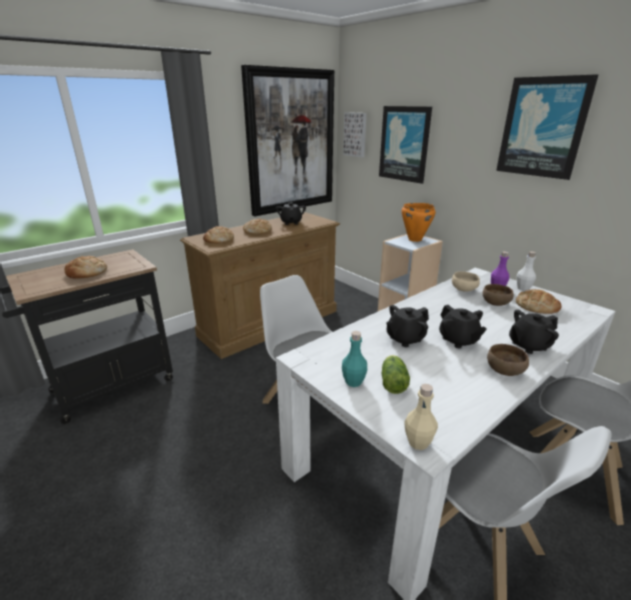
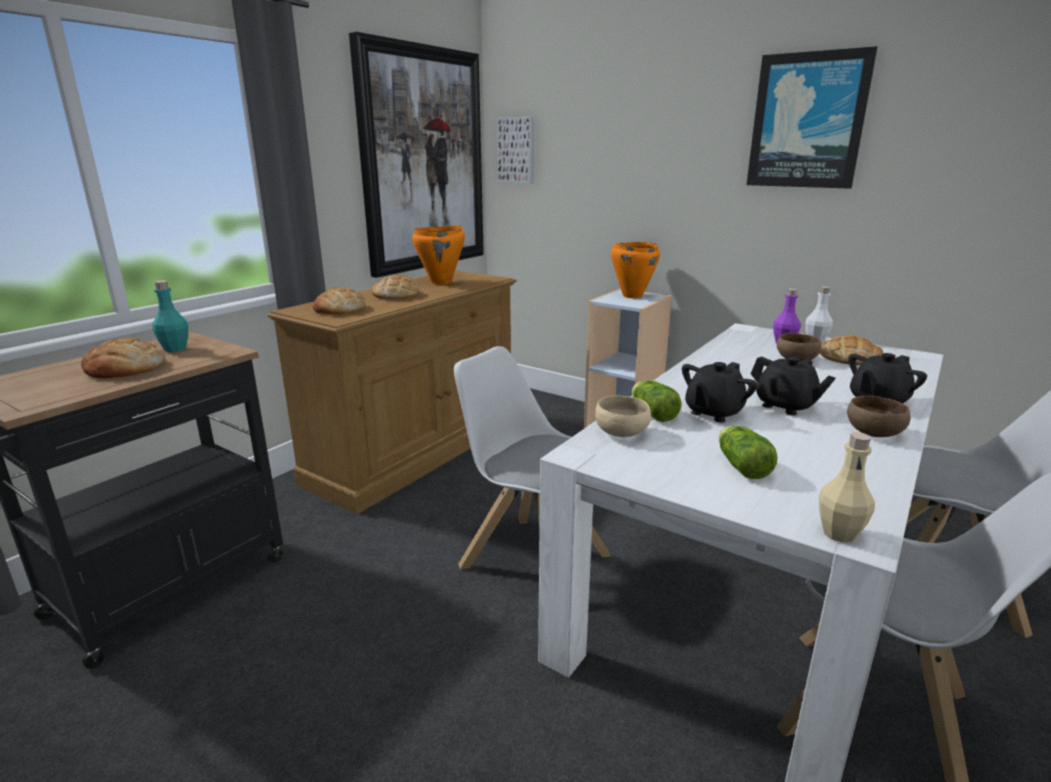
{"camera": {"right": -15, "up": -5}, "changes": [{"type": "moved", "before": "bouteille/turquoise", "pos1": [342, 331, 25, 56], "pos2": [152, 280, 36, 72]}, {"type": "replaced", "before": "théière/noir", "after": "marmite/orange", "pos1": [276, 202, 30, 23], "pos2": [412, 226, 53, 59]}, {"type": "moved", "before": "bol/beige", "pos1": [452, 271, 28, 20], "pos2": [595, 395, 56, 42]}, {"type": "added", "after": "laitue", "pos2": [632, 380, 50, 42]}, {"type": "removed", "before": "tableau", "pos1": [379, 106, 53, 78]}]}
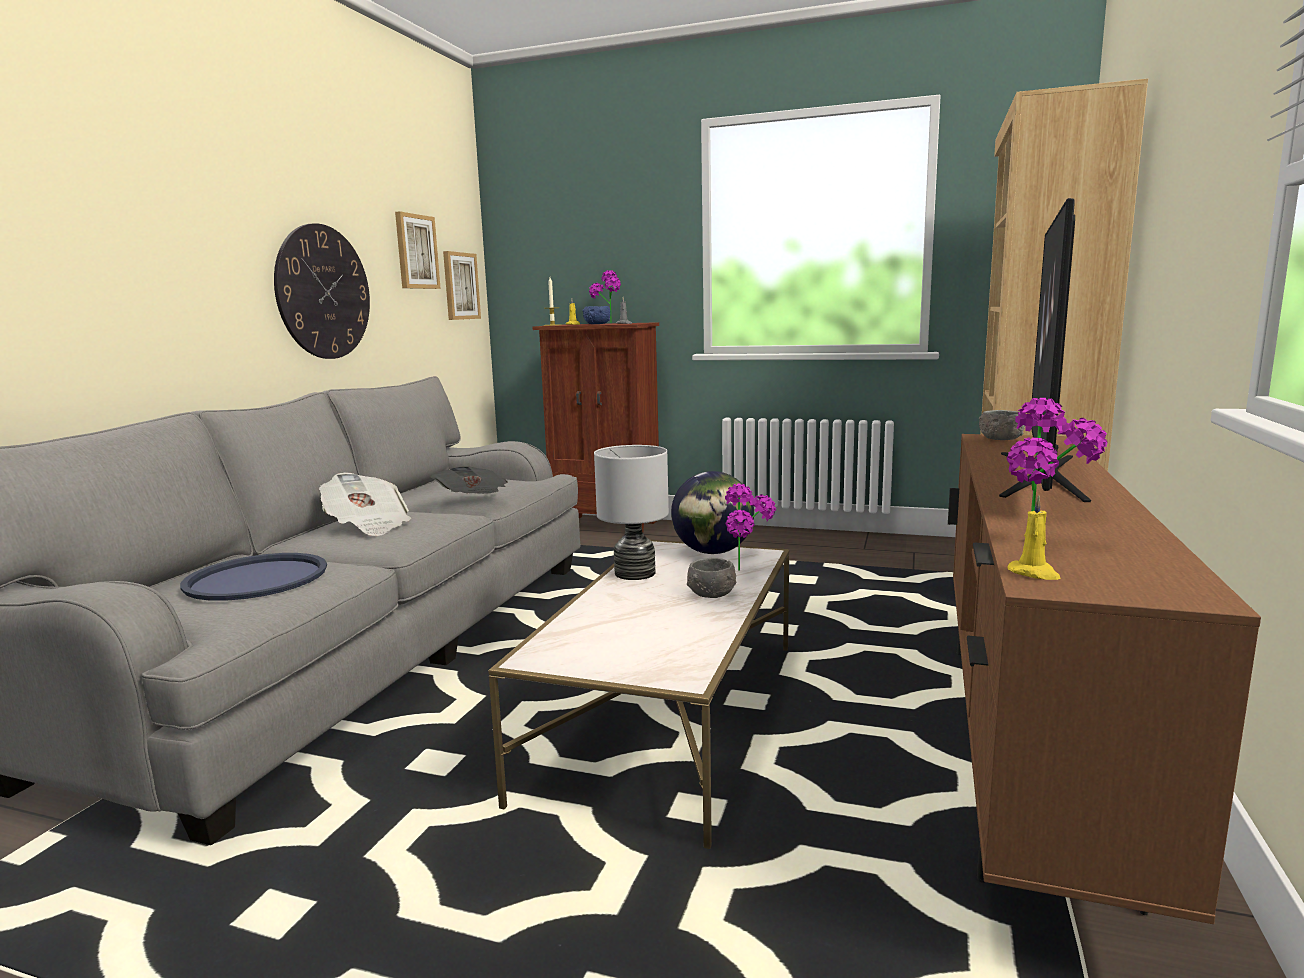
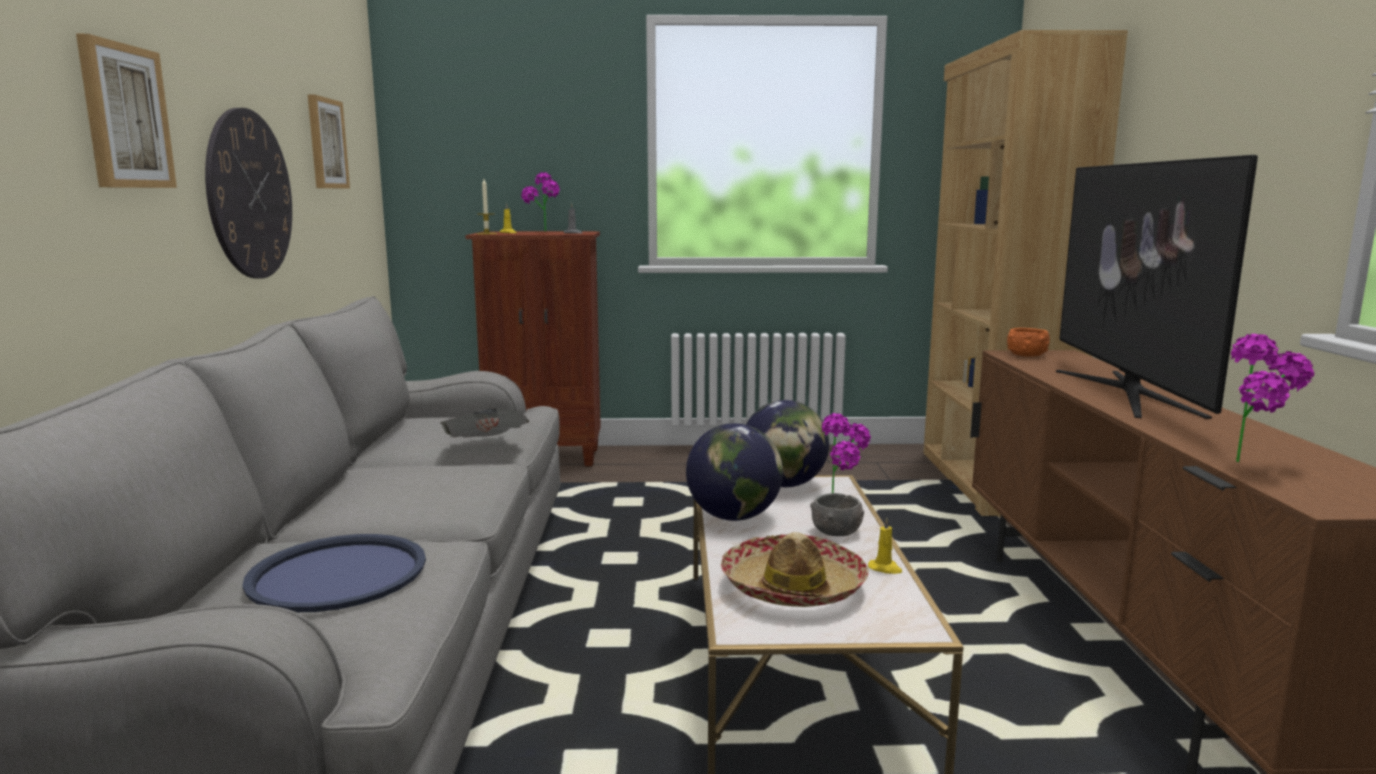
{"camera": {"right": -20, "up": 0}, "changes": [{"type": "moved", "before": "tableau", "pos1": [443, 251, 38, 69], "pos2": [76, 34, 101, 154]}, {"type": "replaced", "before": "lampe de table/gris", "after": "globe", "pos1": [594, 445, 75, 135], "pos2": [686, 423, 97, 98]}, {"type": "added", "after": "chapeau", "pos2": [721, 532, 148, 75]}, {"type": "moved", "before": "bougie/jaune", "pos1": [1008, 496, 52, 84], "pos2": [868, 517, 34, 57]}, {"type": "recoloured", "before": "bol/gris", "after": "bol/orange", "pos1": [979, 410, 46, 30], "pos2": [1007, 328, 43, 29]}, {"type": "removed", "before": "journal", "pos1": [319, 473, 92, 63]}, {"type": "removed", "before": "bol/bleu", "pos1": [582, 306, 29, 18]}]}
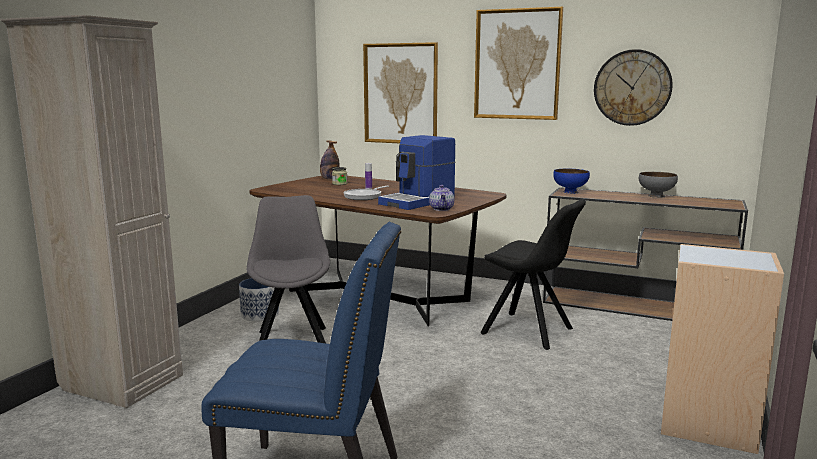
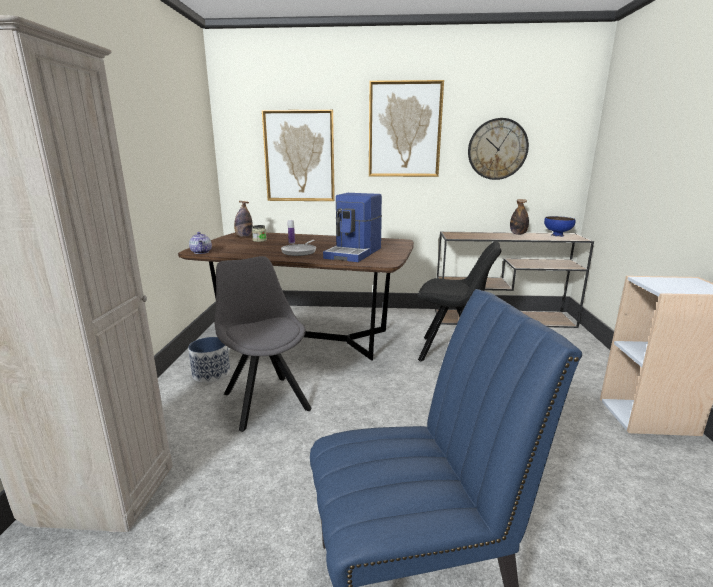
{"camera": {"right": -20, "up": 5}, "changes": [{"type": "moved", "before": "théière", "pos1": [429, 185, 25, 26], "pos2": [189, 232, 23, 22]}, {"type": "replaced", "before": "bol/gris", "after": "bouteille", "pos1": [639, 172, 39, 26], "pos2": [510, 199, 19, 36]}, {"type": "moved", "before": "bol/bleu", "pos1": [553, 169, 37, 25], "pos2": [544, 216, 32, 21]}]}
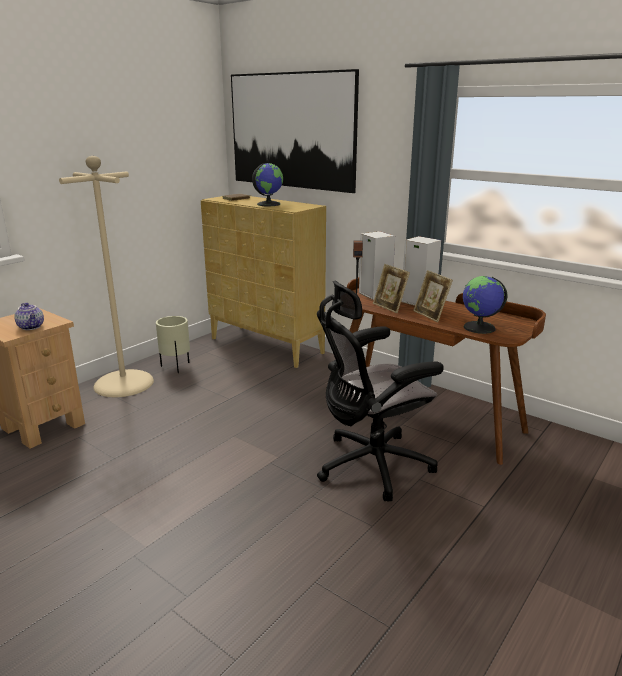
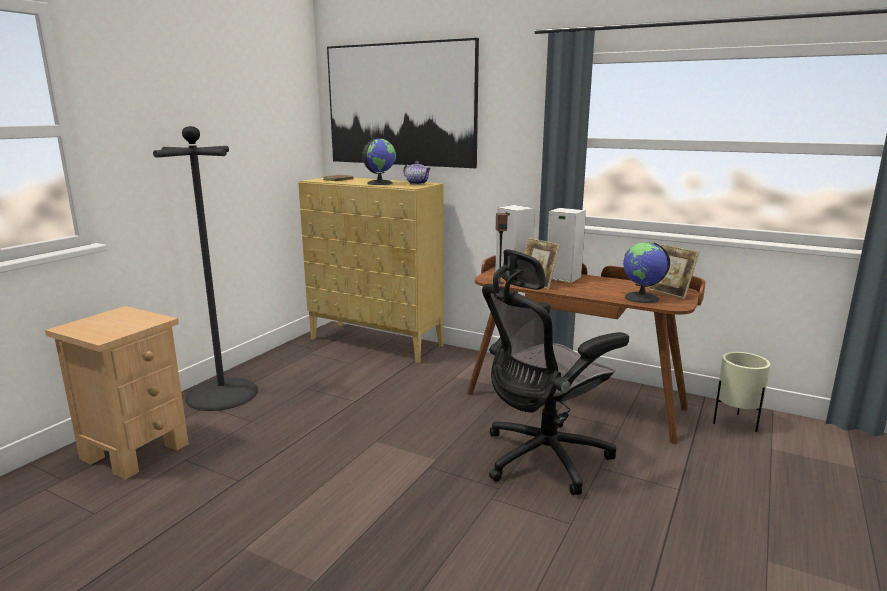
{"camera": {"right": -10, "up": -5}, "changes": [{"type": "recoloured", "before": "portant/beige", "after": "portant/noir", "pos1": [59, 156, 95, 241], "pos2": [153, 126, 105, 285]}, {"type": "moved", "before": "théière", "pos1": [14, 303, 30, 27], "pos2": [403, 161, 28, 24]}, {"type": "moved", "before": "cadre photo", "pos1": [413, 270, 40, 52], "pos2": [648, 244, 51, 55]}, {"type": "moved", "before": "cache-pot/beige", "pos1": [156, 316, 34, 57], "pos2": [713, 352, 57, 80]}]}
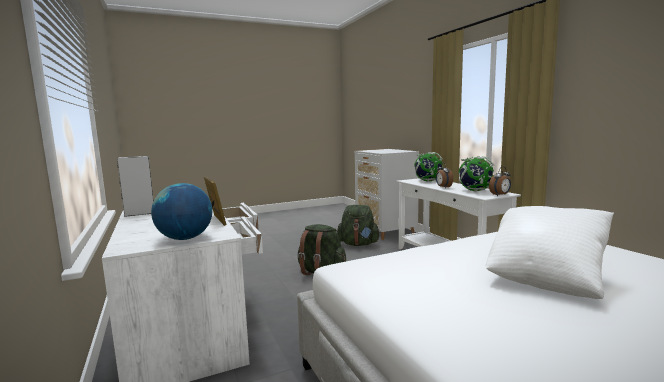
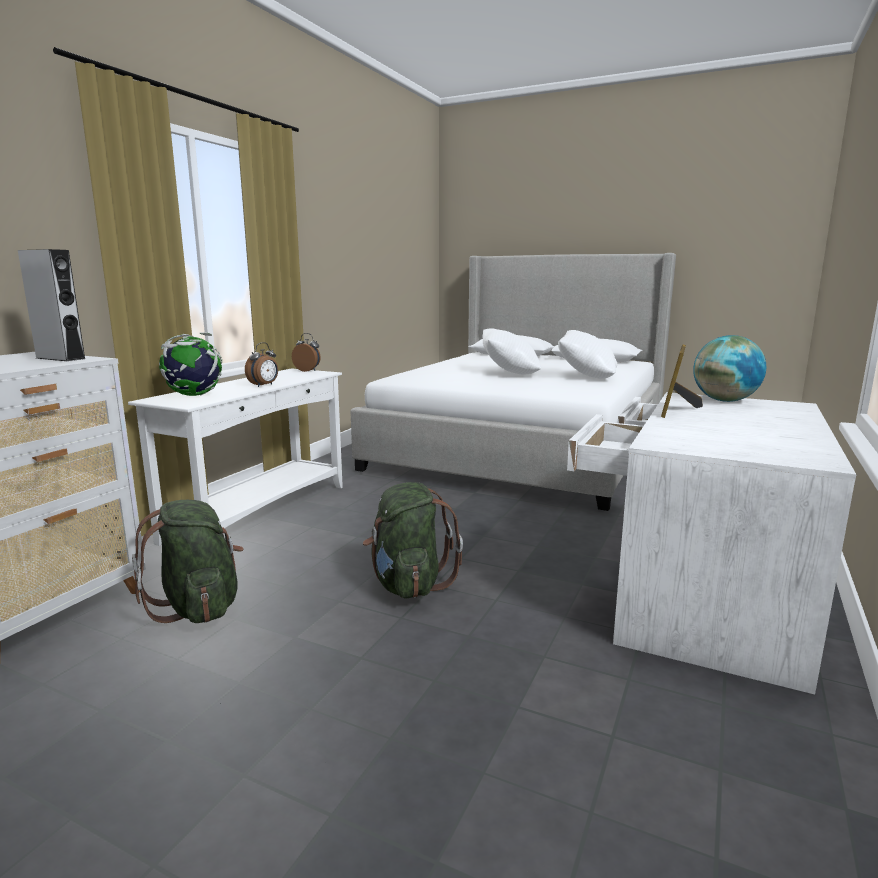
{"camera": {"right": -130, "up": 5}, "changes": [{"type": "moved", "before": "enceinte/gris", "pos1": [117, 156, 37, 61], "pos2": [18, 249, 67, 112]}, {"type": "added", "after": "coussin/blanc", "pos2": [558, 330, 59, 49]}, {"type": "removed", "before": "globe", "pos1": [458, 156, 36, 36]}]}
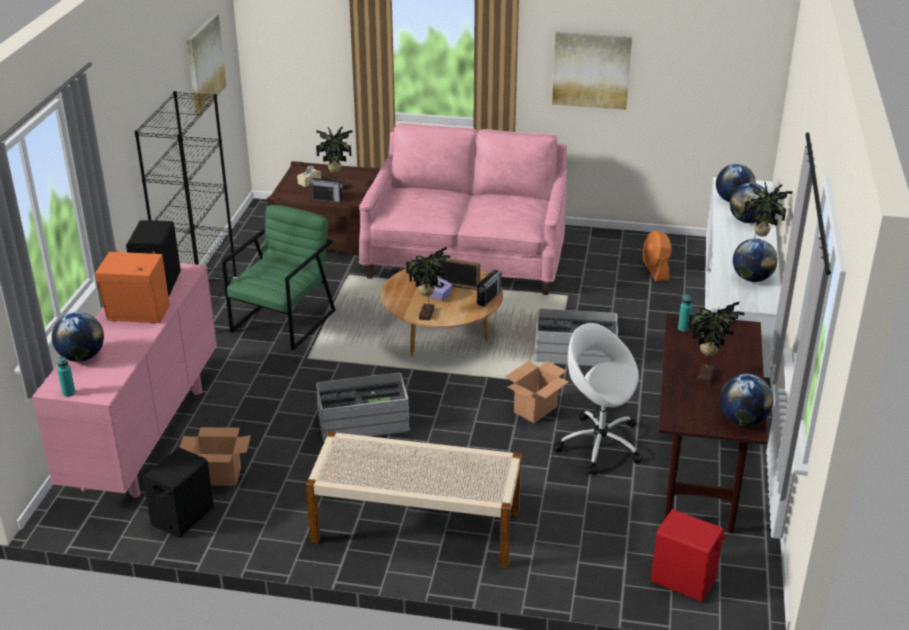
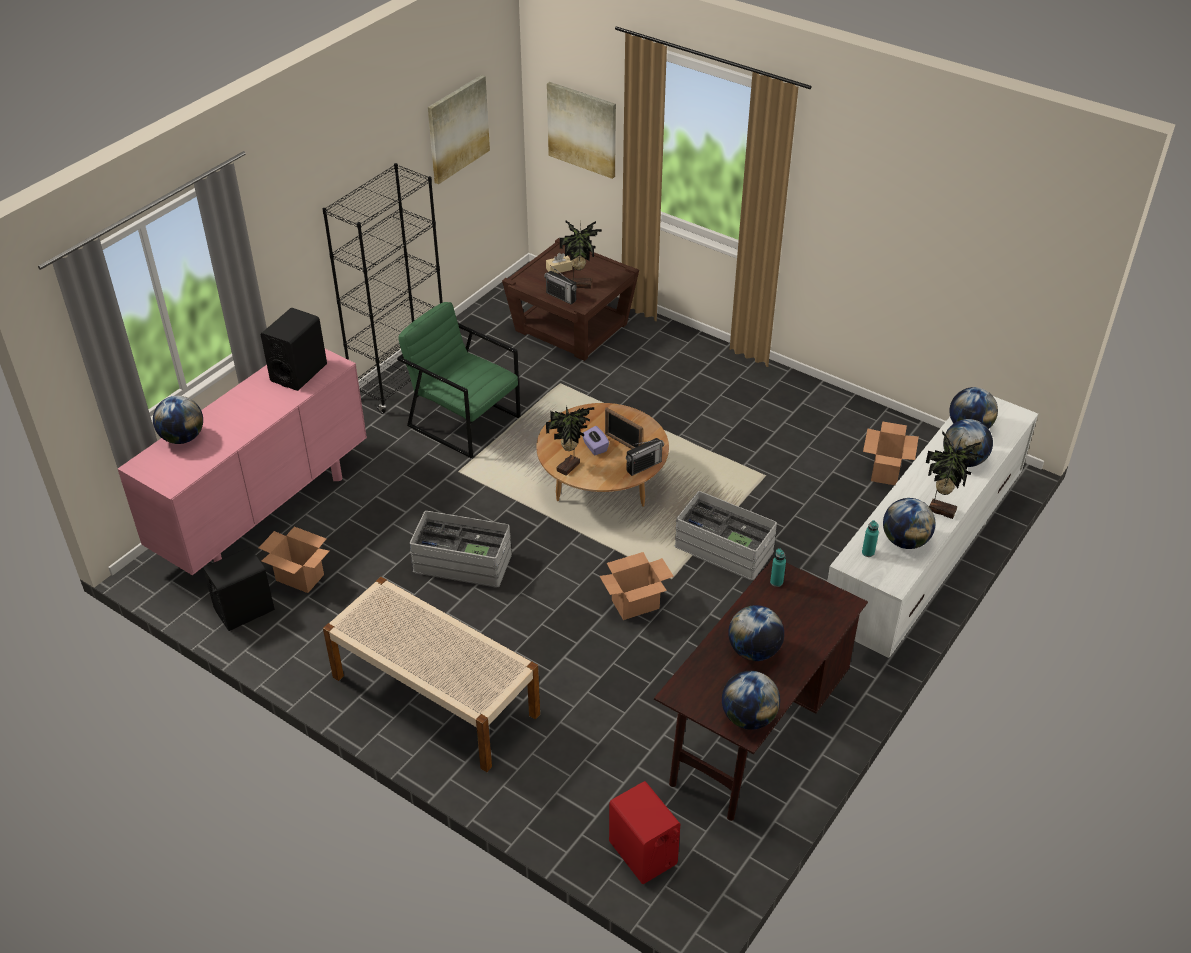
{"camera": {"right": 25, "up": 10}, "changes": [{"type": "turned", "before": "fauteuil/vert", "pos1": [222, 205, 114, 146], "pos2": [397, 302, 124, 157], "turn": -105}, {"type": "moved", "before": "tableau", "pos1": [552, 32, 80, 78], "pos2": [547, 82, 69, 97]}, {"type": "replaced", "before": "plante en pot", "after": "globe", "pos1": [688, 302, 57, 83], "pos2": [728, 605, 56, 56]}, {"type": "moved", "before": "bouteille/turquoise", "pos1": [57, 356, 18, 41], "pos2": [862, 520, 17, 37]}, {"type": "replaced", "before": "ventilateur/orange", "after": "carton", "pos1": [643, 231, 29, 50], "pos2": [863, 421, 56, 64]}, {"type": "removed", "before": "enceinte/orange", "pos1": [95, 249, 75, 74]}, {"type": "removed", "before": "canapé/rose", "pos1": [359, 123, 208, 172]}, {"type": "removed", "before": "chaise de bureau/blanc", "pos1": [554, 323, 89, 152]}]}
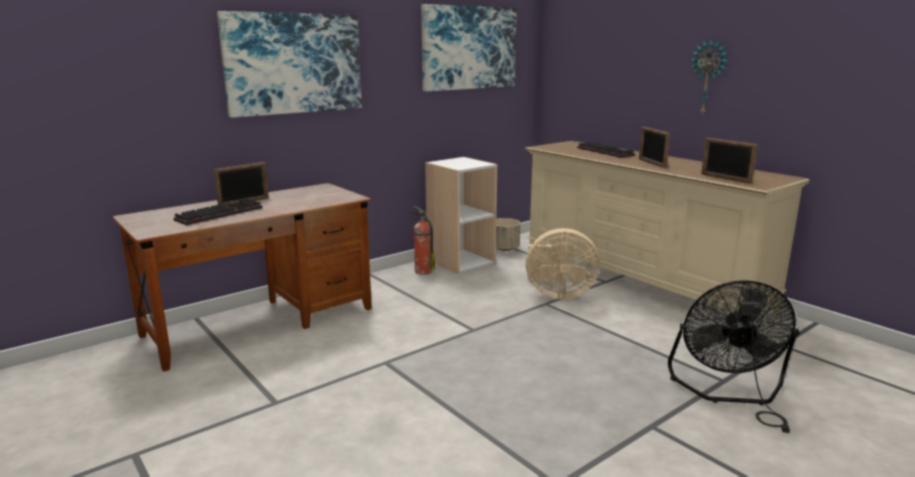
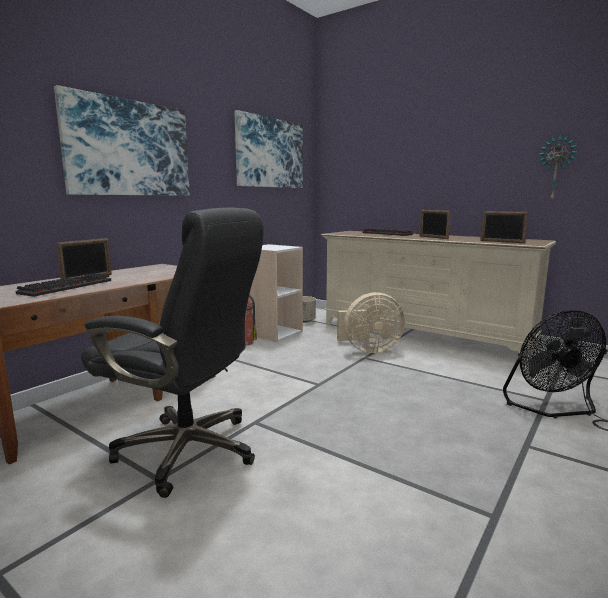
{"camera": {"right": -15, "up": -5}, "changes": [{"type": "added", "after": "chaise de bureau/noir", "pos2": [81, 208, 182, 290]}, {"type": "moved", "before": "horloge murale", "pos1": [691, 39, 37, 77], "pos2": [538, 134, 40, 66]}]}
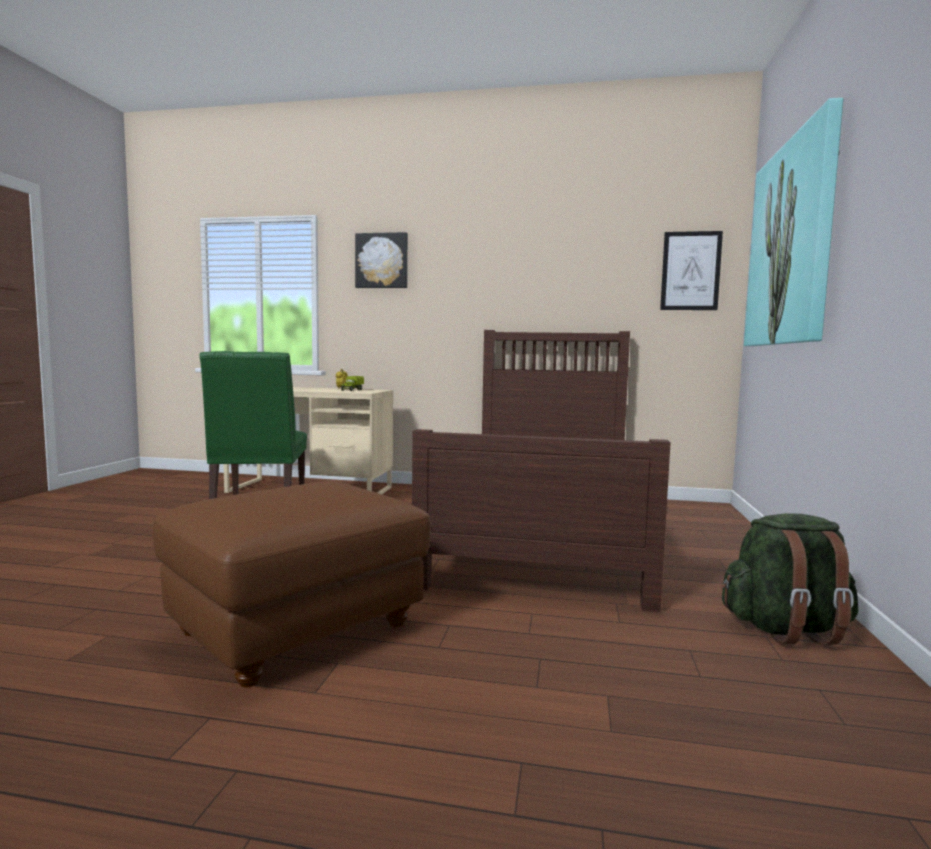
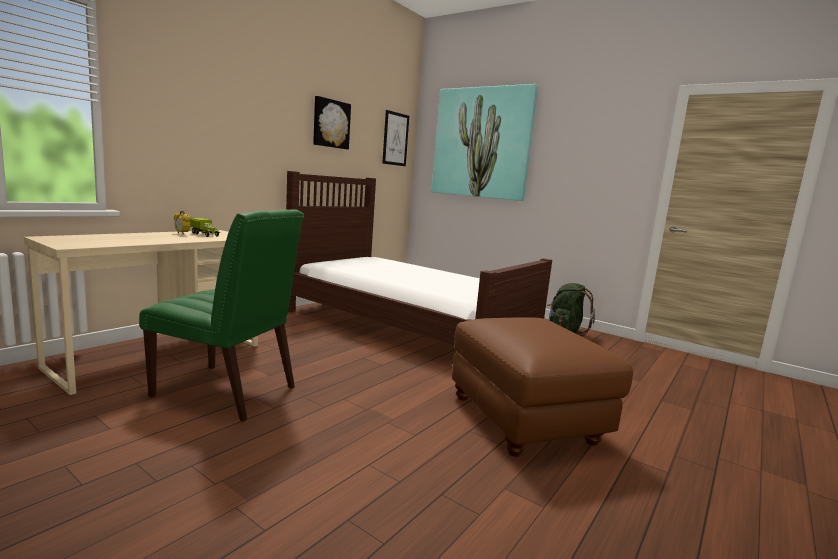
{"camera": {"right": -65, "up": 5}, "changes": [{"type": "moved", "before": "tableau", "pos1": [355, 232, 53, 56], "pos2": [313, 96, 38, 54]}]}
